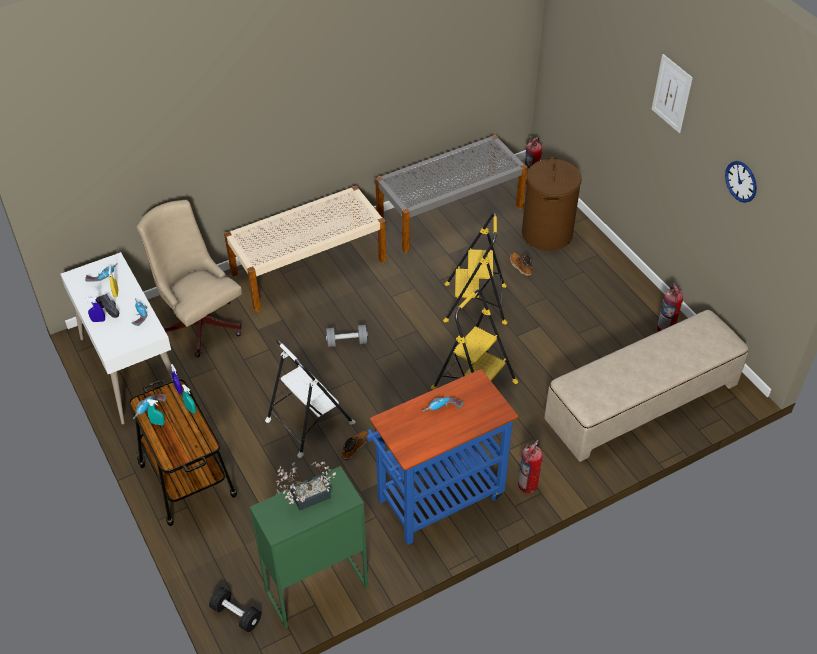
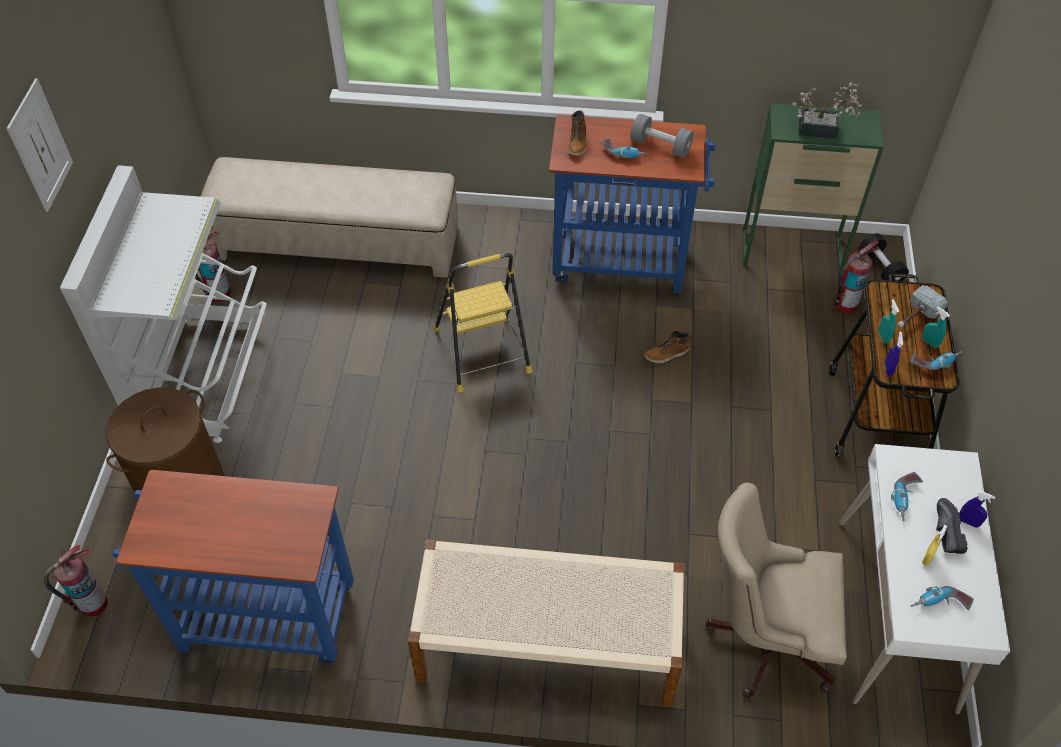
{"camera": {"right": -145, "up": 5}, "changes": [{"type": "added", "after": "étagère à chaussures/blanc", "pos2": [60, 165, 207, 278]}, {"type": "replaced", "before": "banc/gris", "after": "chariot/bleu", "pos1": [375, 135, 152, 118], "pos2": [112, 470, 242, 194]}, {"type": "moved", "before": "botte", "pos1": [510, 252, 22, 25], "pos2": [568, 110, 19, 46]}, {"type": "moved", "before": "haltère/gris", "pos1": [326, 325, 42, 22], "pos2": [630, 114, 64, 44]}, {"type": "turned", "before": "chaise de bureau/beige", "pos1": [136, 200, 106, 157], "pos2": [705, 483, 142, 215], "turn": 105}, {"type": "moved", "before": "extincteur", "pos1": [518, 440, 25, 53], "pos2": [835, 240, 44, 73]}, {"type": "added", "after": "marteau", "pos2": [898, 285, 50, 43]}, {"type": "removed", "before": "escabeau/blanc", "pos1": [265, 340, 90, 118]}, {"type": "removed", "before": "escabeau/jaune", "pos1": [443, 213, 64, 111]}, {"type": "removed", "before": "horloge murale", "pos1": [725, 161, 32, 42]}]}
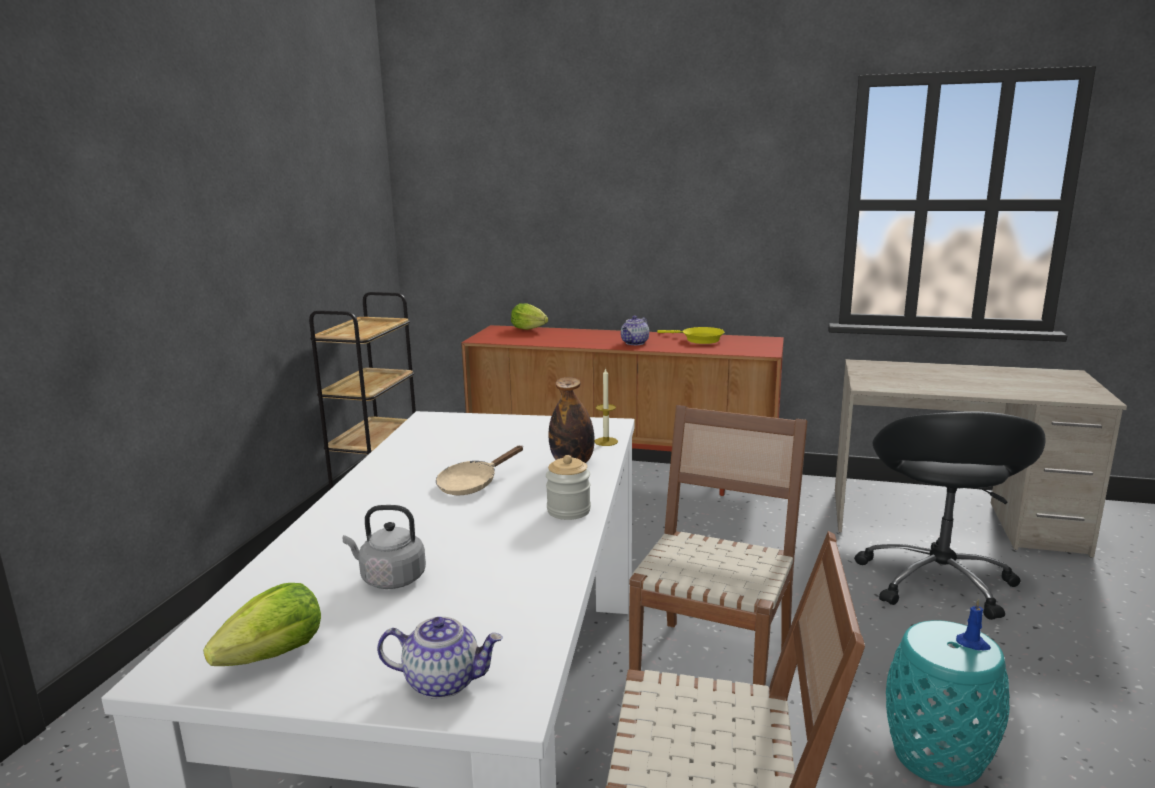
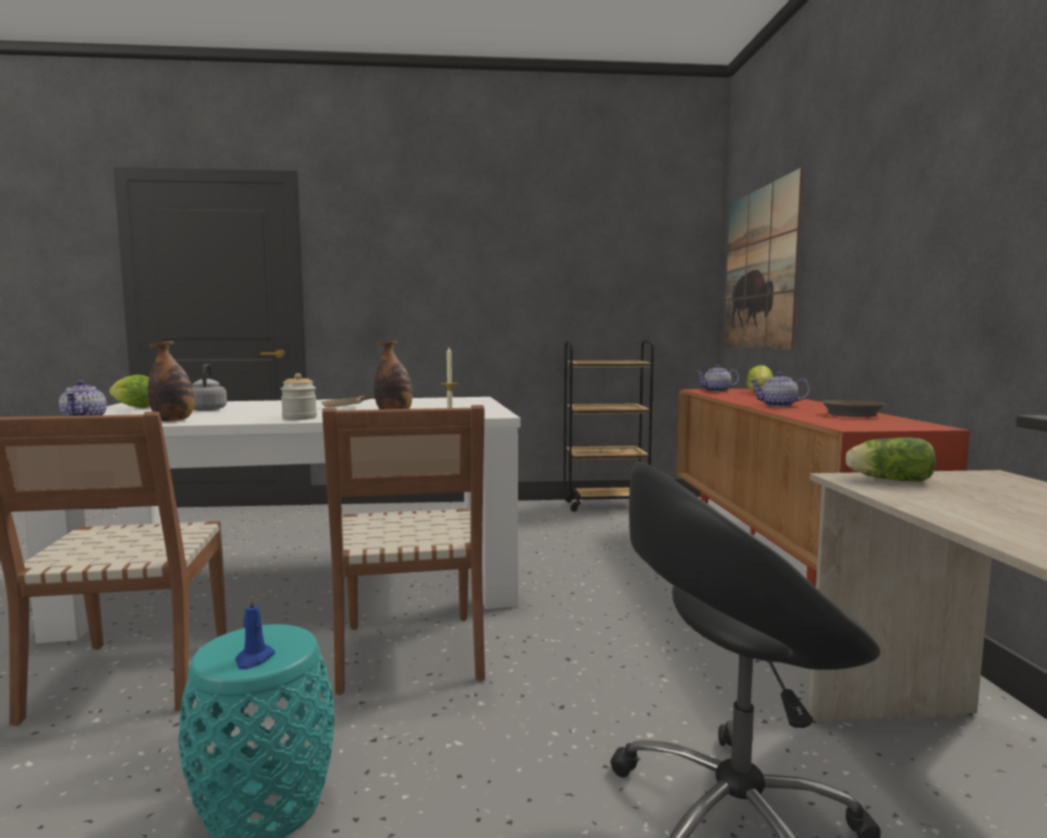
{"camera": {"right": 70, "up": -10}, "changes": [{"type": "added", "after": "bouteille", "pos2": [148, 341, 46, 81]}, {"type": "turned", "before": "chaise", "pos1": [629, 405, 178, 281], "pos2": [322, 405, 163, 290], "turn": 75}, {"type": "added", "after": "théière", "pos2": [696, 364, 44, 28]}, {"type": "added", "after": "tableau", "pos2": [724, 168, 79, 182]}, {"type": "recoloured", "before": "poêle/jaune", "after": "poêle/marron", "pos1": [657, 327, 67, 17], "pos2": [822, 400, 63, 17]}, {"type": "added", "after": "laitue", "pos2": [846, 438, 90, 44]}]}
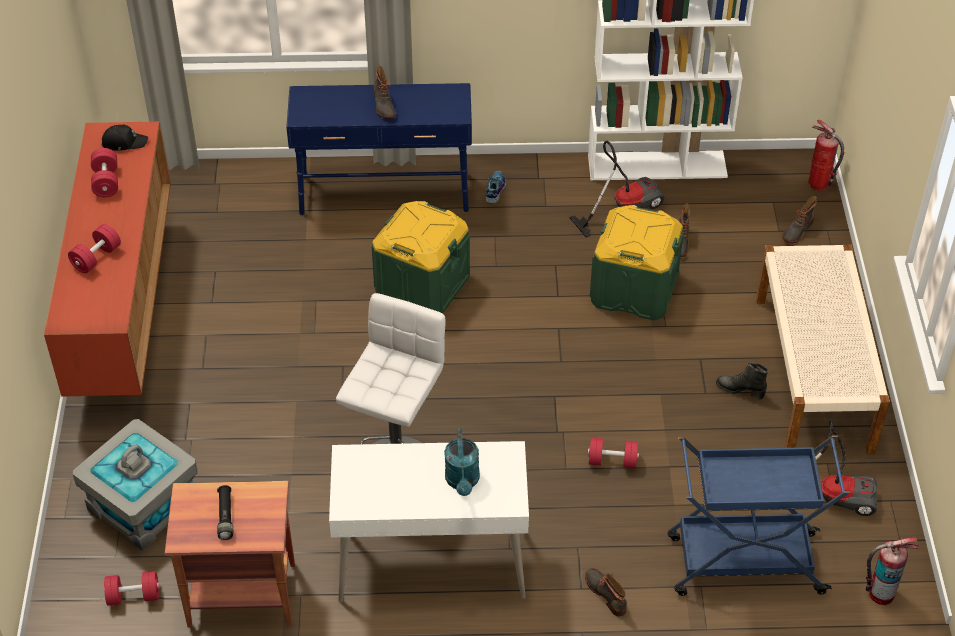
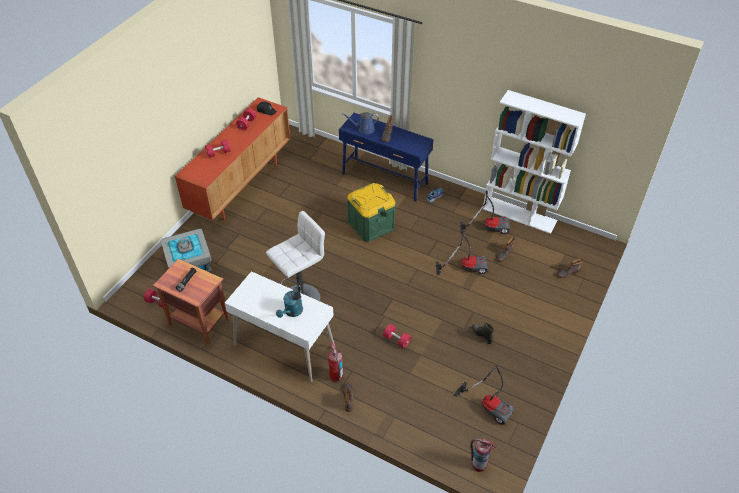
{"camera": {"right": 30, "up": 0}, "changes": [{"type": "moved", "before": "extincteur", "pos1": [809, 120, 35, 71], "pos2": [328, 342, 15, 40]}, {"type": "added", "after": "arrosoir/bleu", "pos2": [342, 112, 37, 22]}, {"type": "replaced", "before": "boîte de rangement/vert", "after": "aspirateur", "pos1": [590, 205, 94, 116], "pos2": [435, 230, 53, 45]}, {"type": "removed", "before": "chariot/bleu", "pos1": [667, 435, 183, 161]}, {"type": "removed", "before": "banc/beige", "pos1": [756, 244, 134, 210]}]}
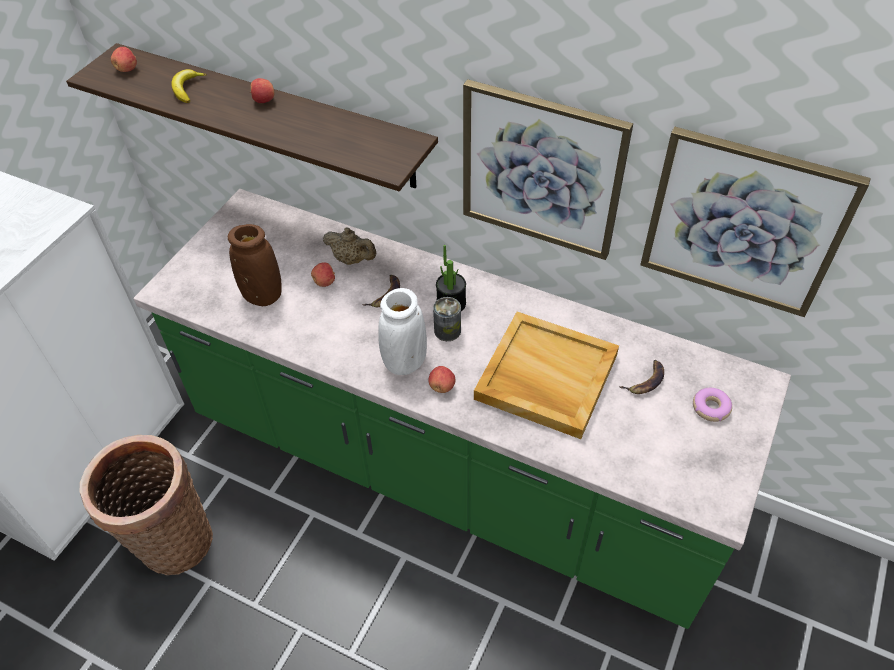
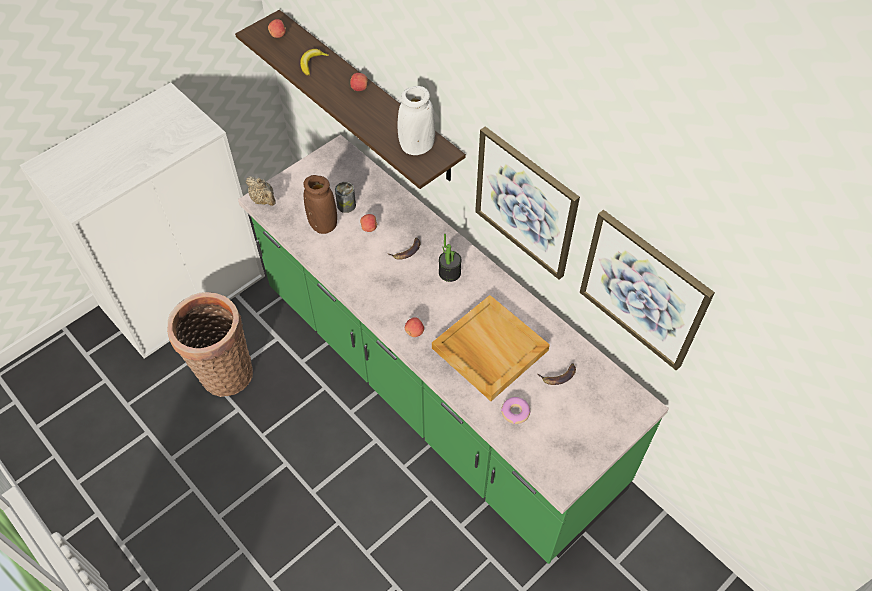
{"camera": {"right": 20, "up": 5}, "changes": [{"type": "moved", "before": "théière/beige", "pos1": [323, 227, 53, 38], "pos2": [246, 176, 30, 30]}, {"type": "moved", "before": "boîte métallique", "pos1": [433, 297, 28, 44], "pos2": [335, 182, 21, 31]}, {"type": "moved", "before": "vase/blanc", "pos1": [378, 288, 49, 87], "pos2": [398, 86, 37, 69]}, {"type": "moved", "before": "beignet", "pos1": [693, 388, 39, 34], "pos2": [501, 397, 30, 27]}]}
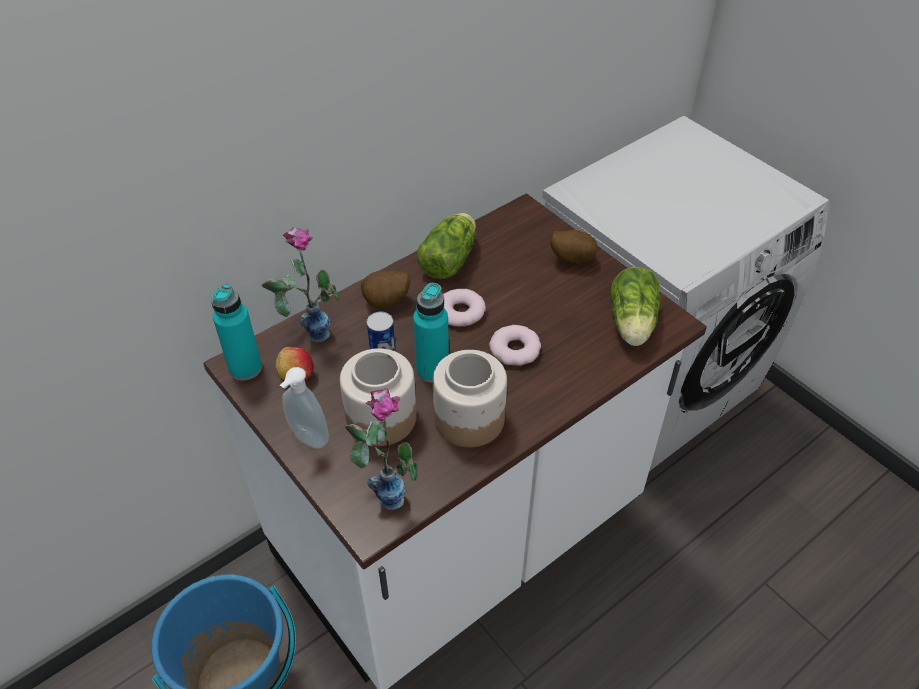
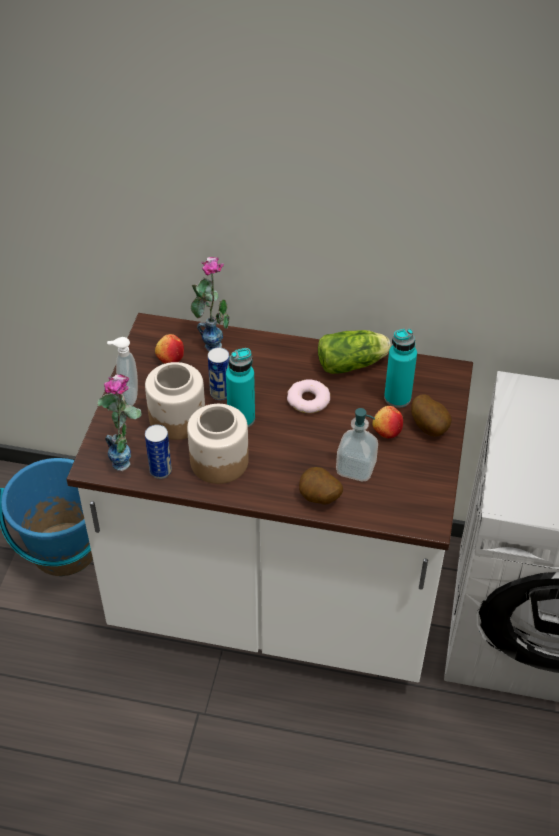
{"camera": {"right": 50, "up": 0}, "changes": [{"type": "added", "after": "boîte métallique", "pos2": [145, 425, 27, 54]}, {"type": "moved", "before": "pomme de terre", "pos1": [361, 271, 49, 37], "pos2": [299, 467, 44, 38]}, {"type": "added", "after": "distributeur de savon", "pos2": [336, 408, 42, 74]}, {"type": "added", "after": "pomme", "pos2": [372, 406, 31, 32]}, {"type": "moved", "before": "bouteille/turquoise", "pos1": [211, 284, 51, 97], "pos2": [384, 329, 33, 79]}, {"type": "removed", "before": "beignet", "pos1": [489, 325, 52, 41]}, {"type": "removed", "before": "laitue", "pos1": [610, 267, 50, 79]}]}
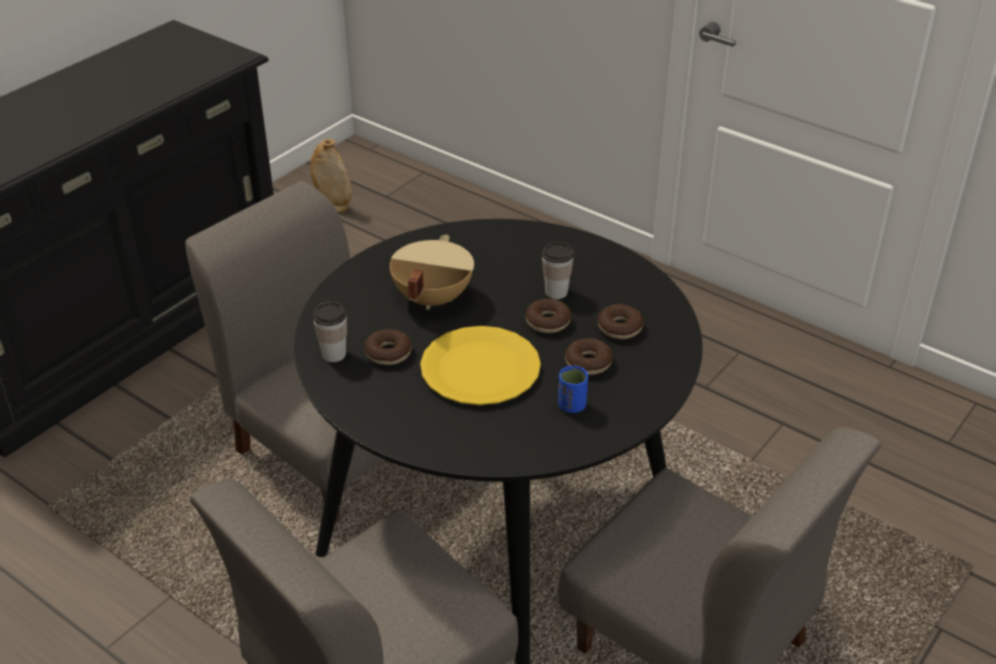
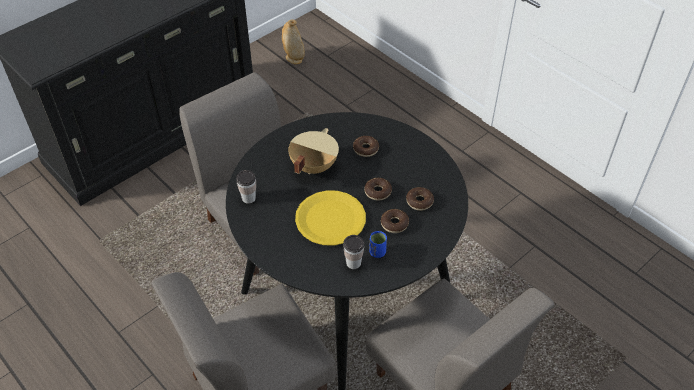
{"camera": {"right": 10, "up": 10}, "changes": [{"type": "moved", "before": "tasse", "pos1": [542, 242, 32, 57], "pos2": [343, 235, 22, 34]}, {"type": "moved", "before": "beignet", "pos1": [364, 329, 48, 36], "pos2": [353, 136, 26, 21]}]}
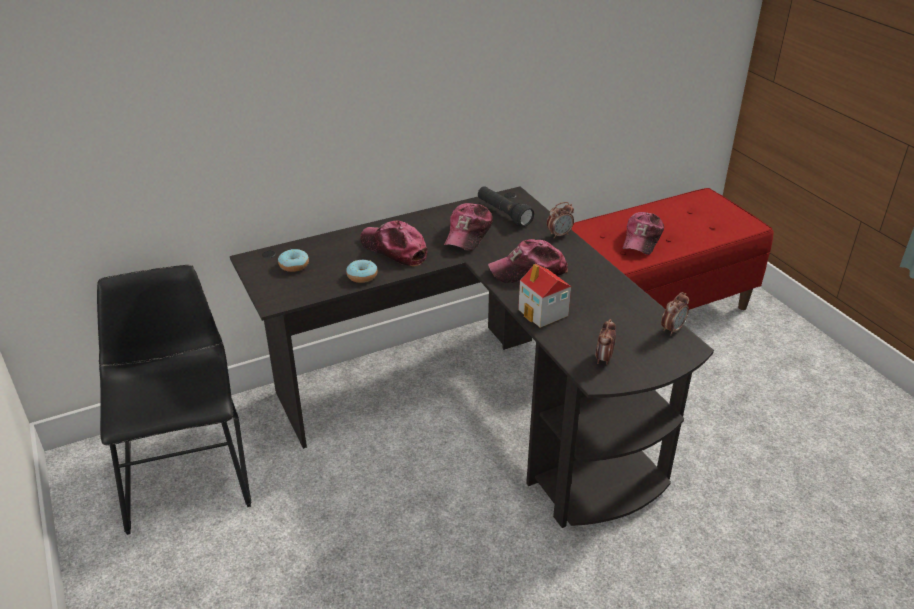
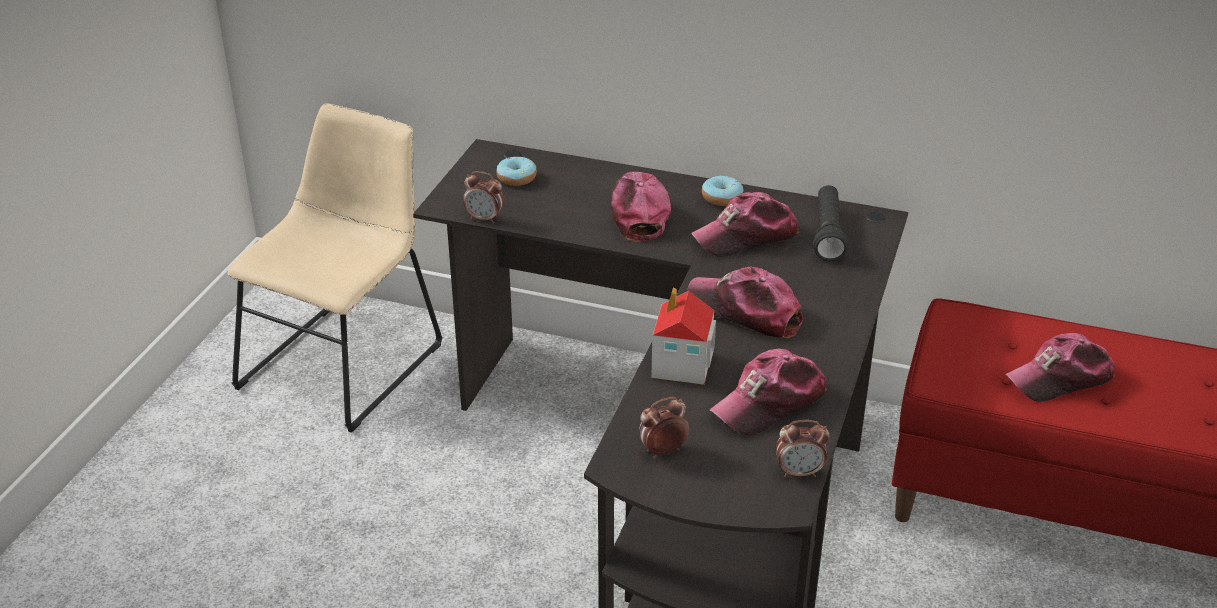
{"camera": {"right": 45, "up": 0}, "changes": [{"type": "recoloured", "before": "chaise/noir", "after": "chaise/beige", "pos1": [97, 265, 154, 270], "pos2": [227, 104, 215, 329]}, {"type": "moved", "before": "réveil", "pos1": [547, 202, 27, 37], "pos2": [463, 171, 41, 52]}, {"type": "moved", "before": "beignet", "pos1": [346, 260, 32, 23], "pos2": [702, 175, 41, 31]}, {"type": "added", "after": "casquette", "pos2": [709, 349, 118, 87]}]}
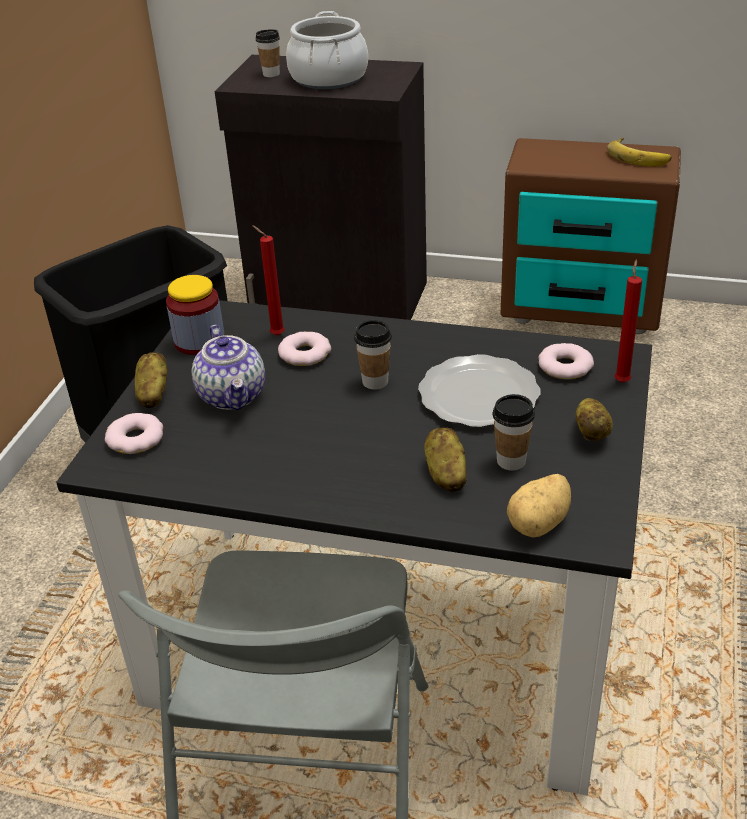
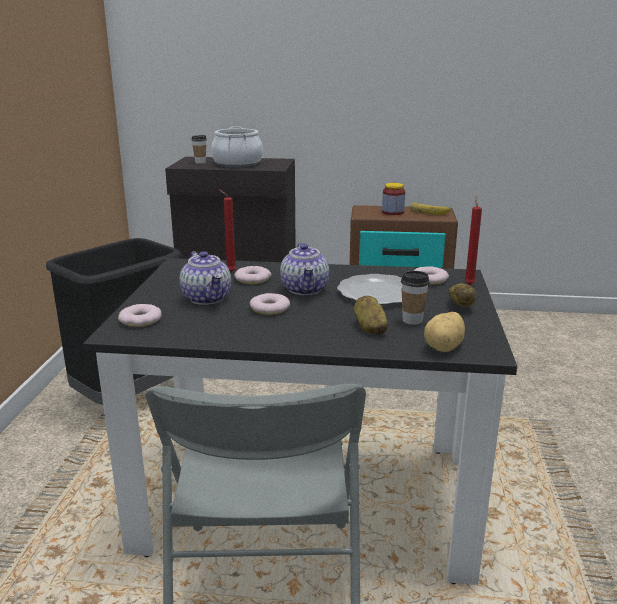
{"camera": {"right": -10, "up": -15}, "changes": [{"type": "added", "after": "beignet", "pos2": [250, 293, 40, 22]}, {"type": "replaced", "before": "tasse", "after": "théière", "pos1": [354, 320, 38, 70], "pos2": [280, 243, 49, 52]}, {"type": "moved", "before": "bocal", "pos1": [166, 275, 58, 80], "pos2": [382, 183, 23, 32]}, {"type": "removed", "before": "pomme de terre", "pos1": [135, 352, 33, 56]}]}
